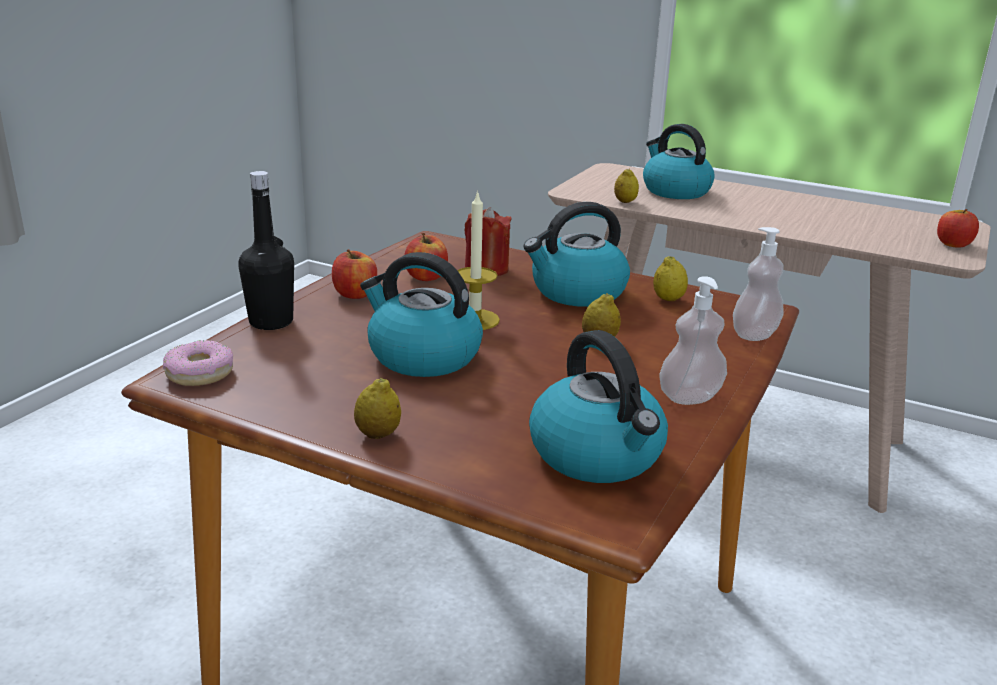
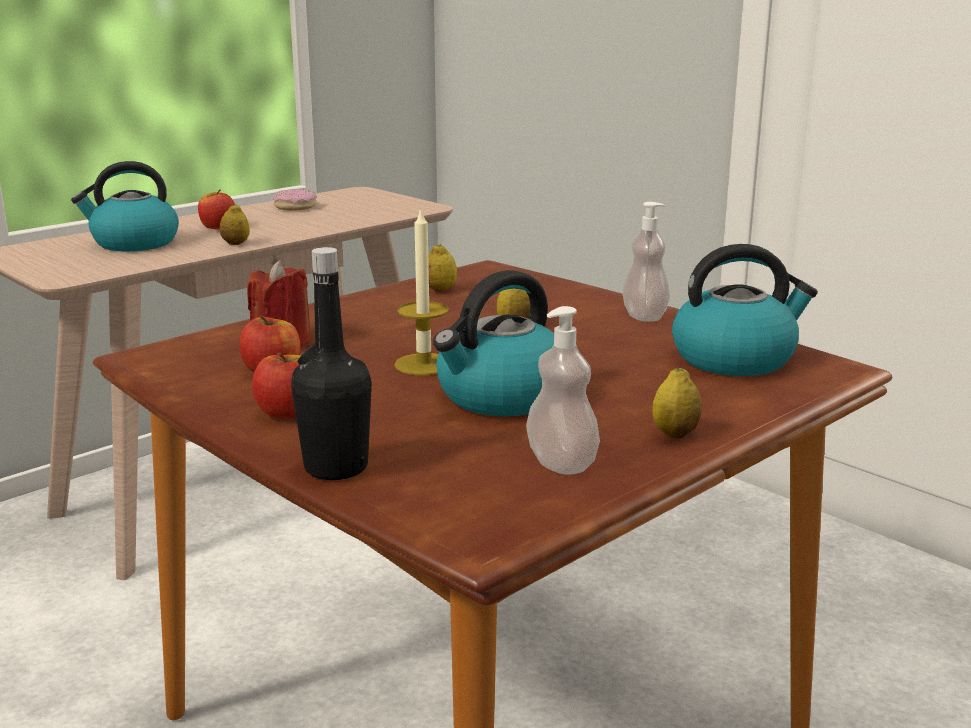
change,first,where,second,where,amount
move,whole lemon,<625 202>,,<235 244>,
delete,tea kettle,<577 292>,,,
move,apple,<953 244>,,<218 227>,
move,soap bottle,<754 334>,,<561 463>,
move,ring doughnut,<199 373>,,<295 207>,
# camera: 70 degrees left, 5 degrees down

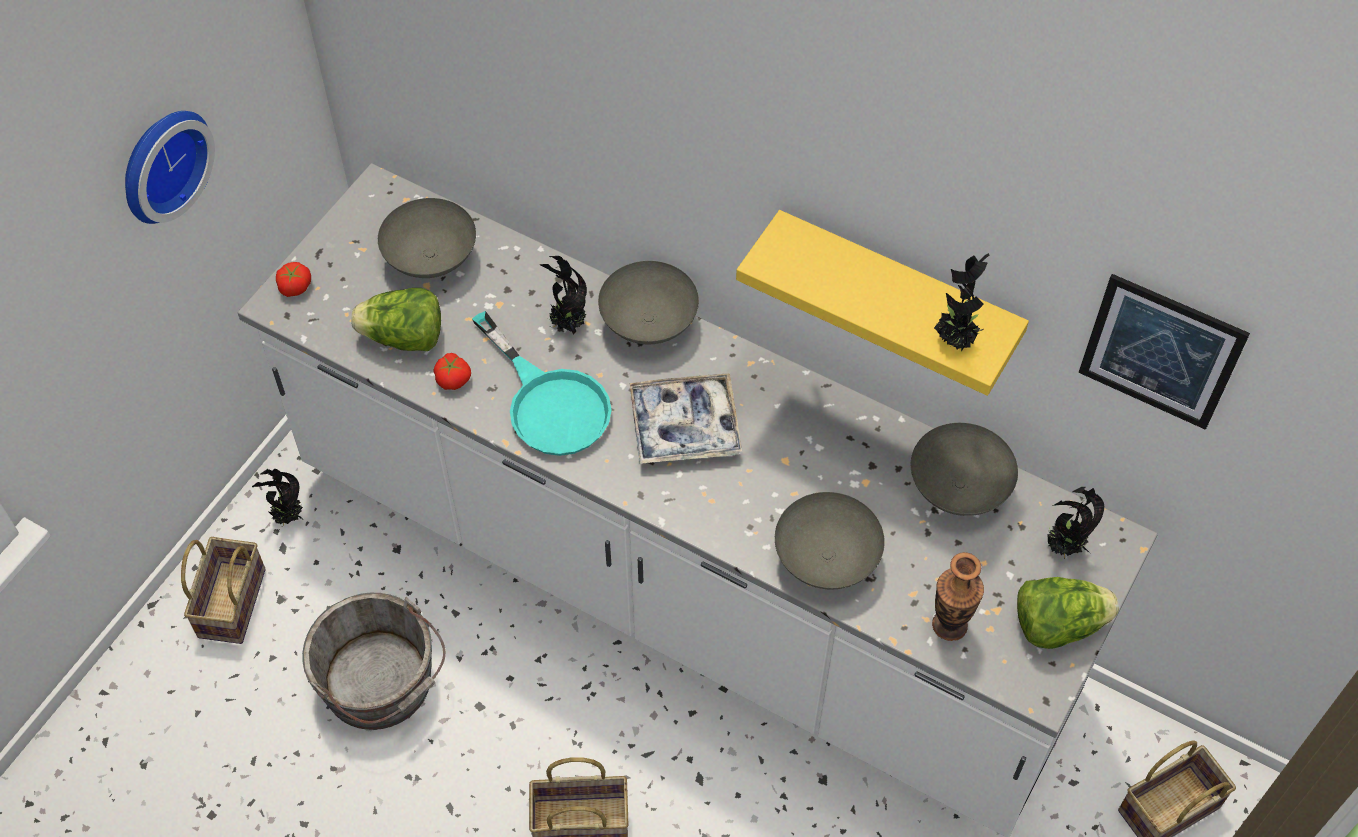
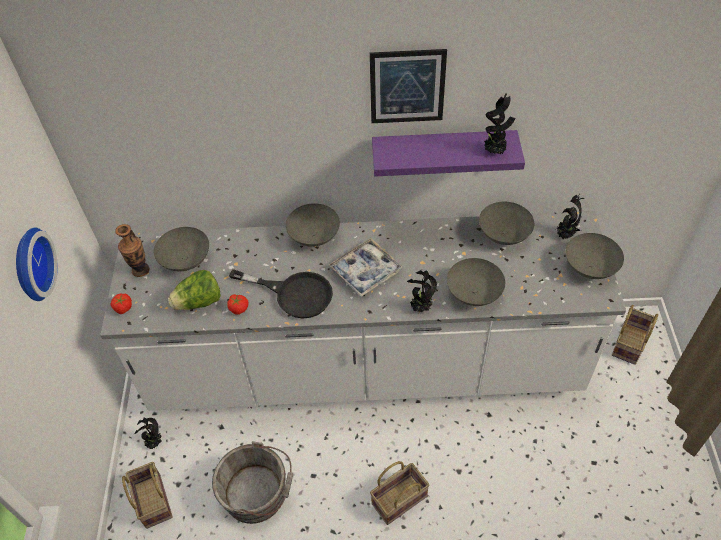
change,first,where,second,where,amount
recolor,yellowish bracket shelf,<896 294>,purple bracket shelf,<443 152>,
move,houseplant,<566 324>,,<420 308>,
move,picture,<1160 352>,,<407 87>,
recolor,turquoise frying pan,<549 402>,black-coloured frying pan,<294 294>,
move,decorative vase,<949 625>,,<140 270>,
replace,lettuce head,<1058 625>,gray deep dish,<589 267>,
# camera: 30 degrees left, 5 degrees down

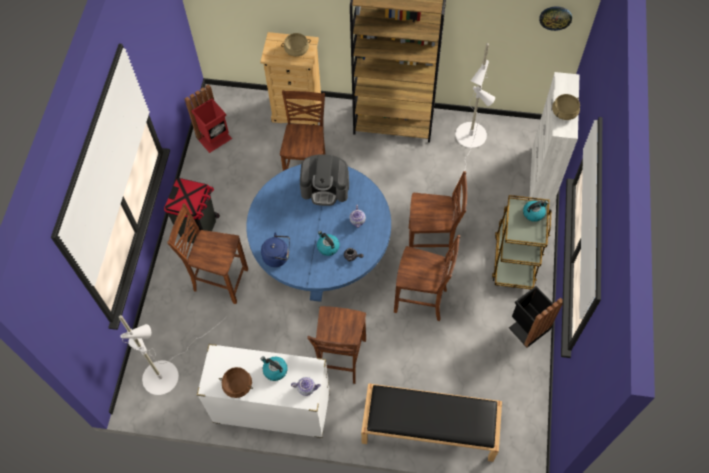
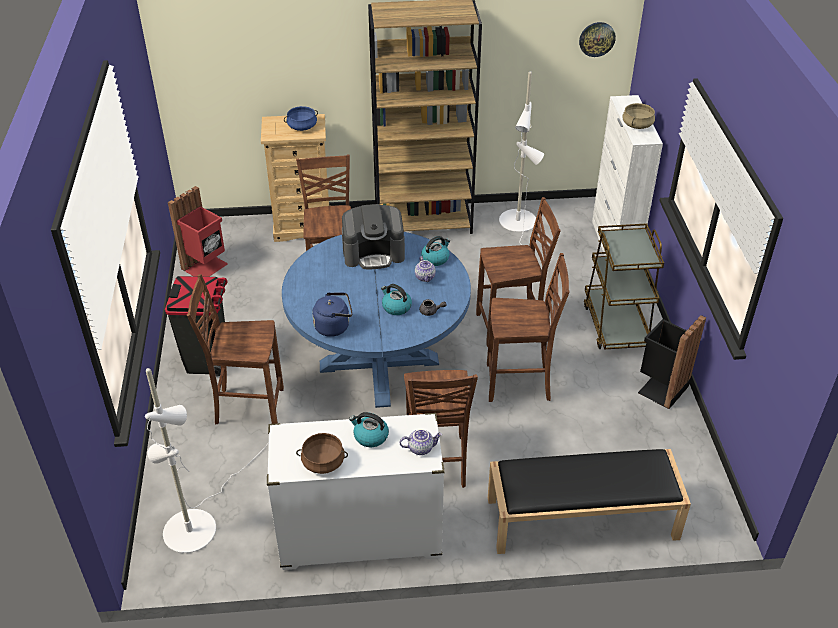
change,first,where,second,where,amount
recolor,beige cooking pot,<296 50>,blue cooking pot,<302 126>,
move,tea kettle,<533 213>,,<435 258>,
# camera: 15 degrees left, 20 degrees down

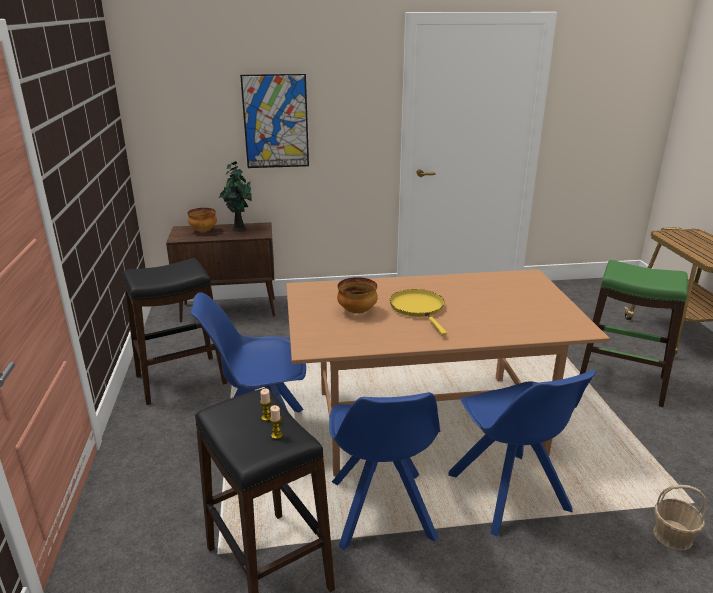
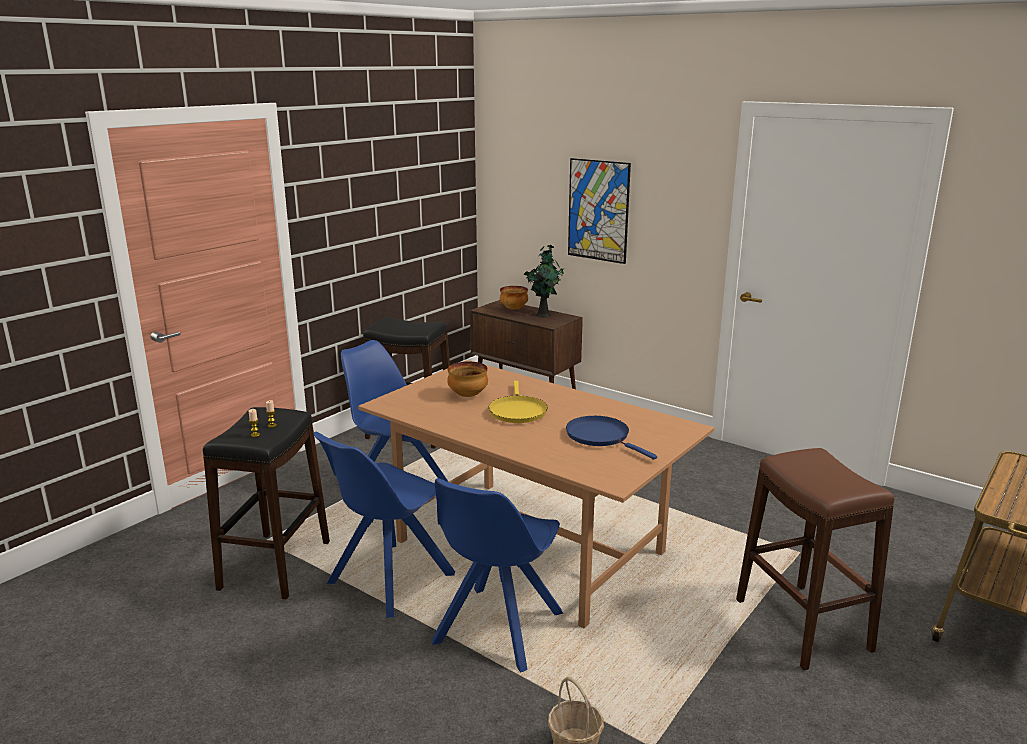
change,first,where,second,where,amount
recolor,green sitting stool,<622 382>,brown sitting stool,<803 625>,
rotate,yellowish frying pan,<418 308>,,<517 411>,150 degrees clockwise
insert,,,blue frying pan,<601 437>,
# camera: 45 degrees right, 5 degrees down

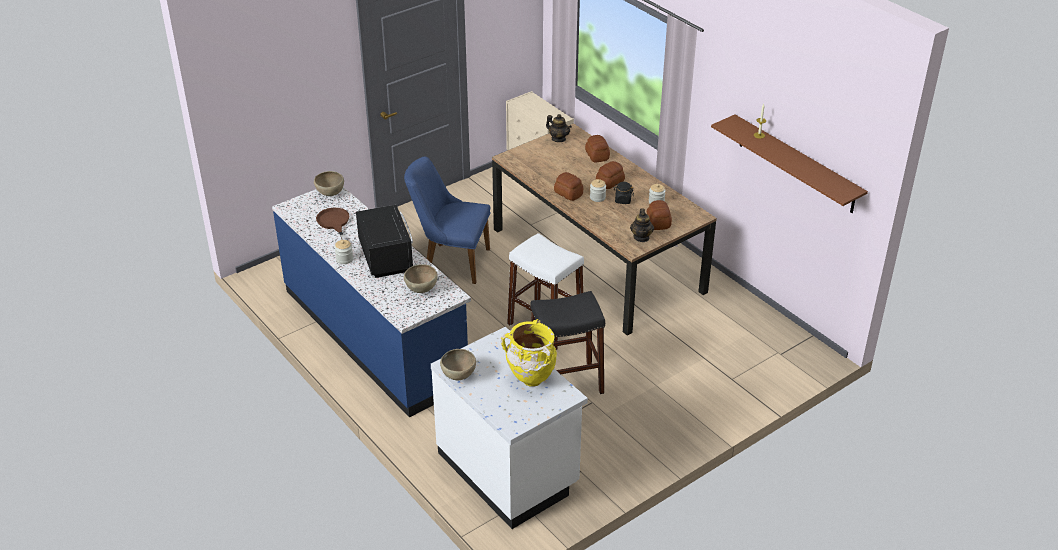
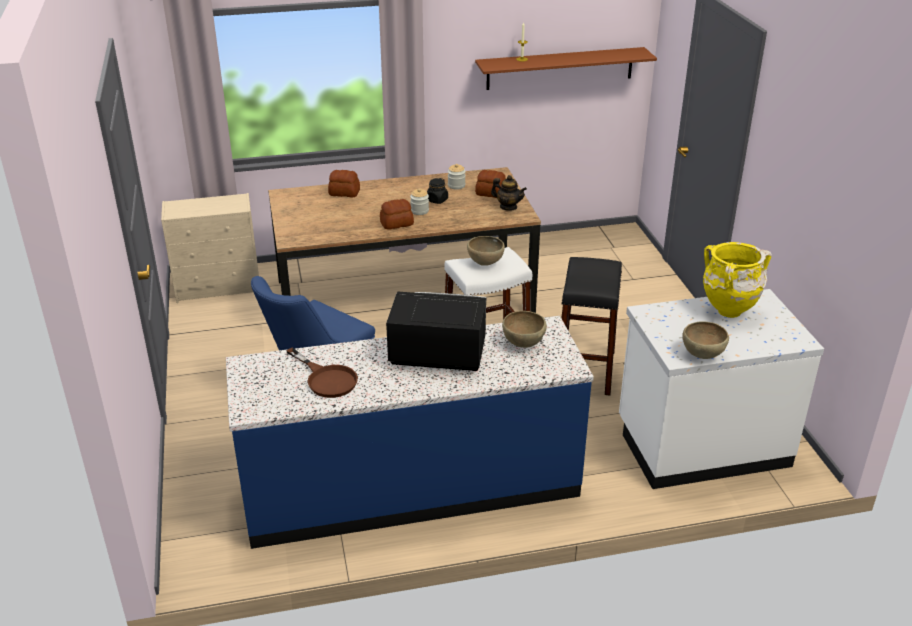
change,first,where,second,where,amount
delete,pot for tea,<558 139>,,,
delete,baked bread,<609 182>,,,
move,brown deep dish,<330 194>,,<485 264>,
rotate,brown frying pan,<334 224>,,<327 379>,135 degrees counterclockwise
delete,jar,<344 259>,,,
# camera: 65 degrees left, 5 degrees down

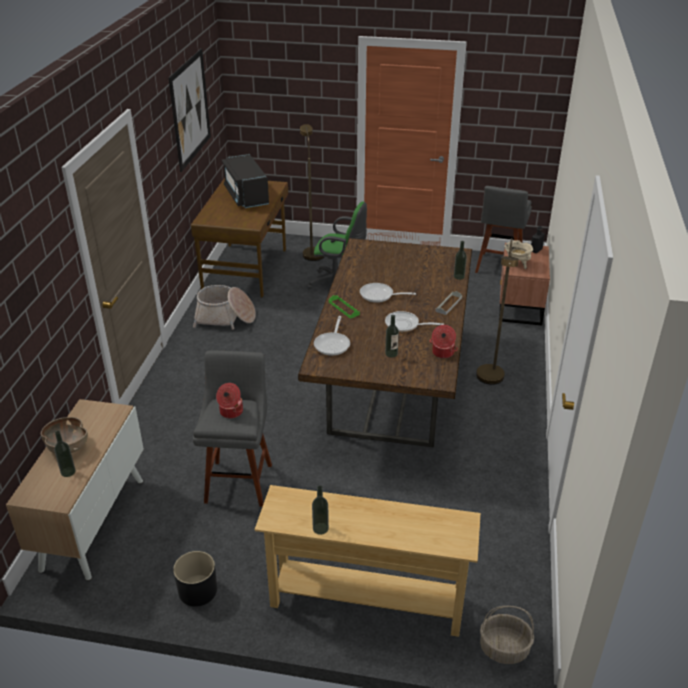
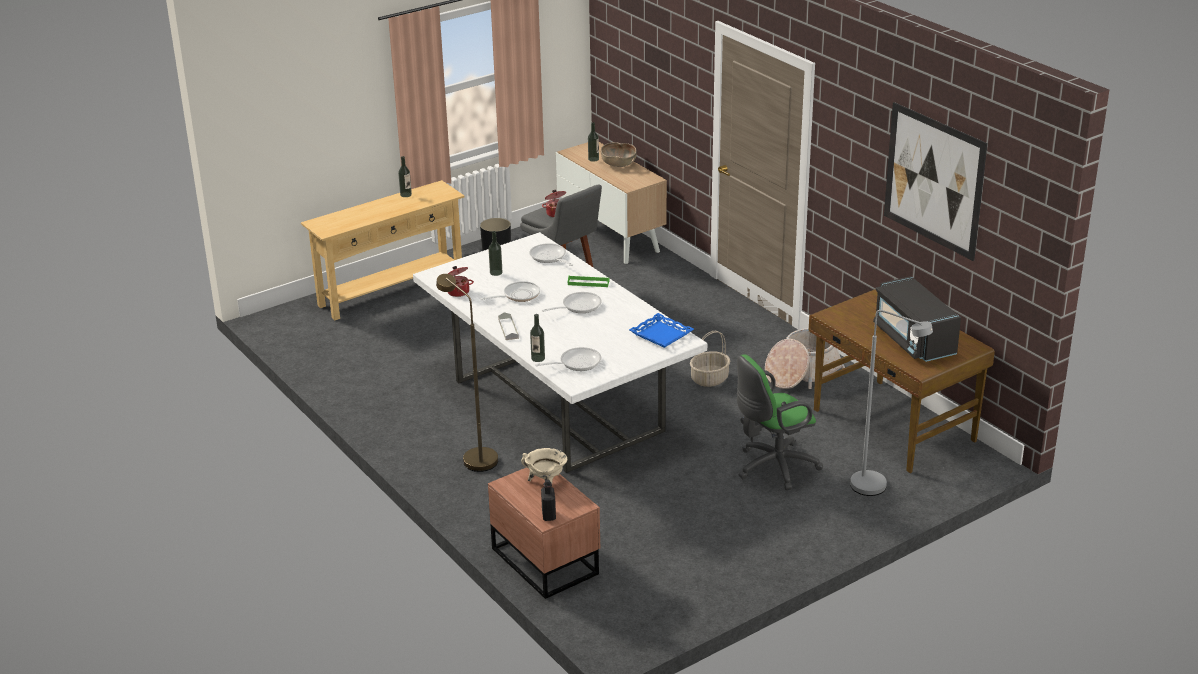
change,first,where,second,where,amount
recolor,brown floor lamp,<312 252>,gray floor lamp,<878 488>,
rotate,black-coloured microwave oven,<246 196>,,<913 340>,135 degrees counterclockwise
delete,gray sitting stool,<498 267>,,,
recolor,brown dinner table,<391 385>,white-coloured dinner table,<557 404>,
move,basket,<503 649>,,<709 379>,
insert,,,blue serving tray,<661 334>,
insert,,,frying pan,<576 363>,
# camera: 135 degrees right, 5 degrees down

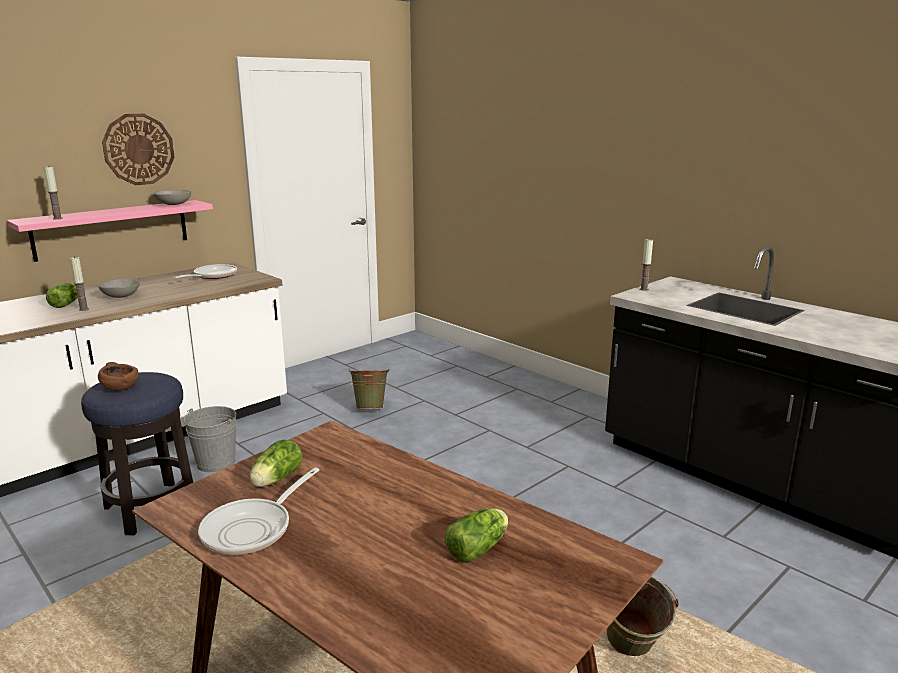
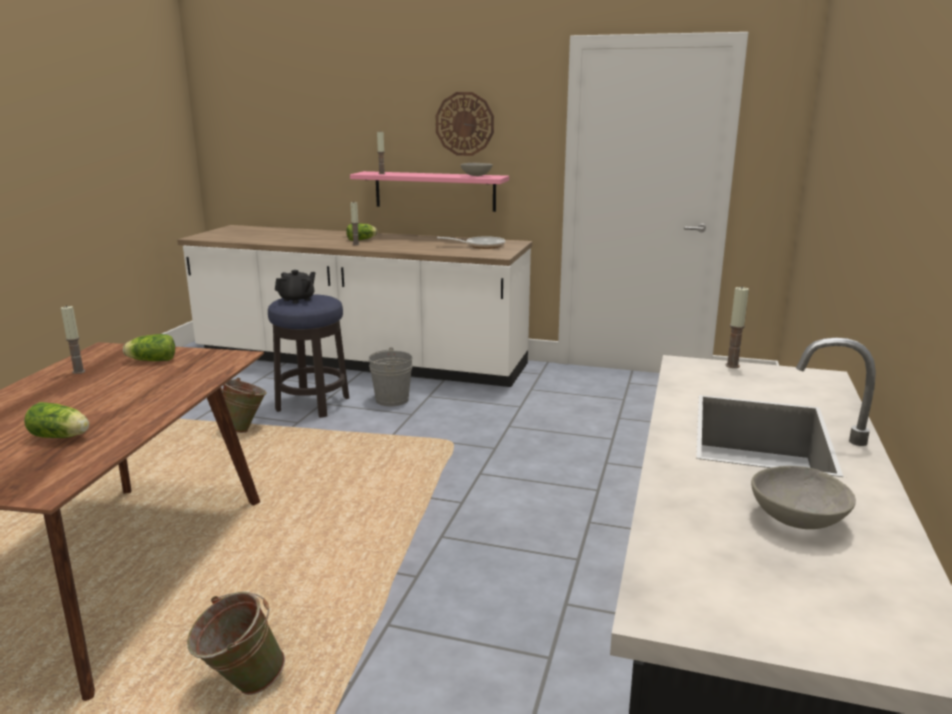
change,first,where,second,where,amount
move,gray deep dish,<120 296>,,<796 519>,
replace,brown deep dish,<121 387>,black-coloured pot for tea,<297 299>,
move,green water bucket,<370 408>,,<245 429>,
replace,frying pan,<253 529>,wax light,<78 371>,
# camera: 60 degrees right, 0 degrees up

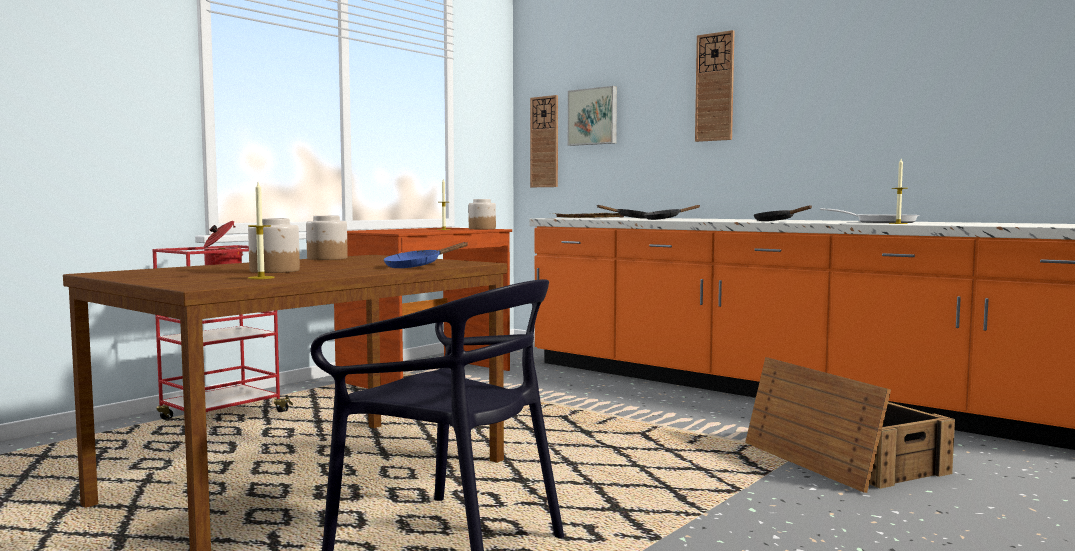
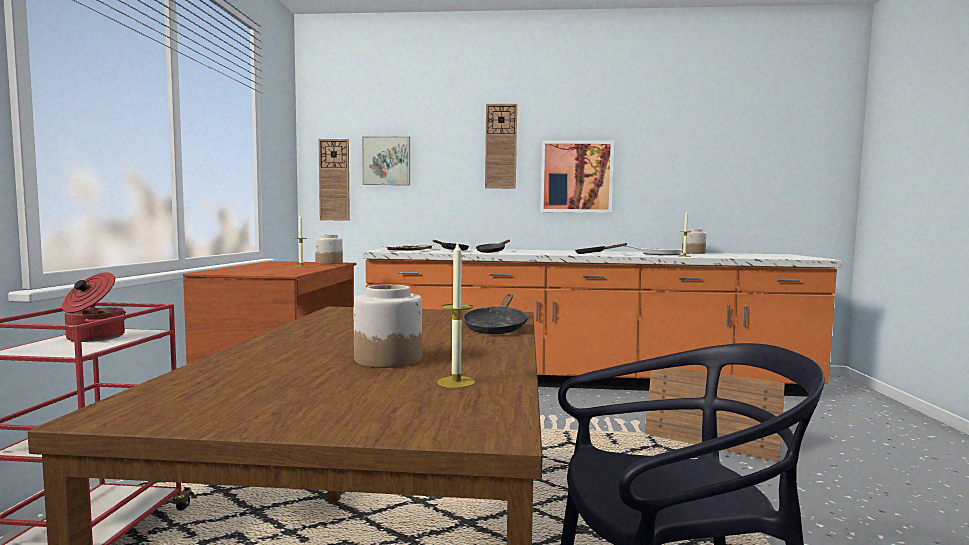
change,first,where,second,where,amount
move,jar,<326 258>,,<693 253>,
recolor,blue frying pan,<417 266>,black-coloured frying pan,<496 328>,
insert,,,picture,<576 177>,
# camera: 35 degrees left, 0 degrees up

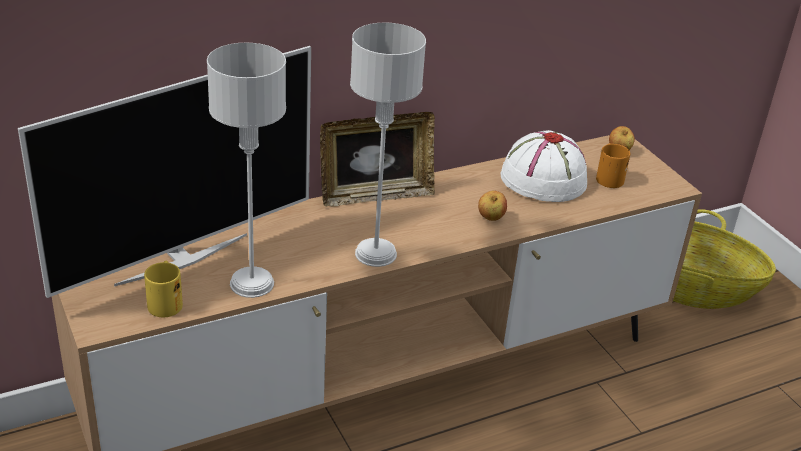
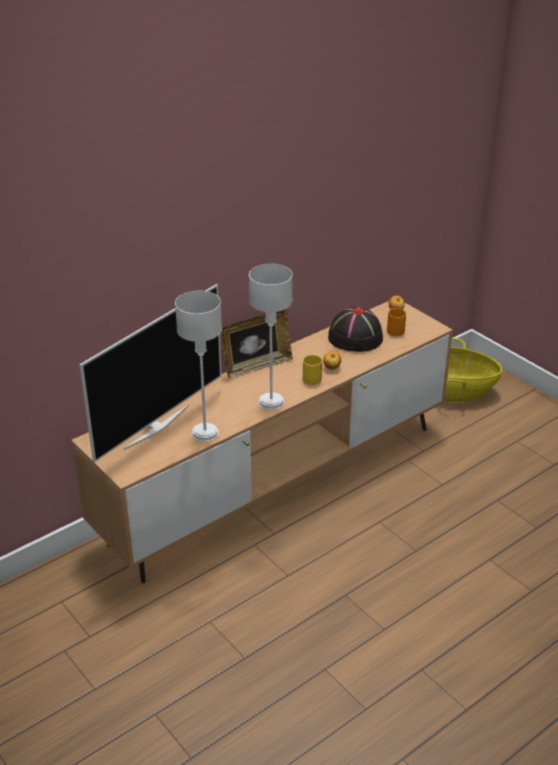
change,first,where,second,where,amount
recolor,white-coloured clothing hat,<542 179>,black-coloured clothing hat,<355 338>,
move,yellowish tea mug,<165 301>,,<310 377>,
# camera: 10 degrees left, 0 degrees up

